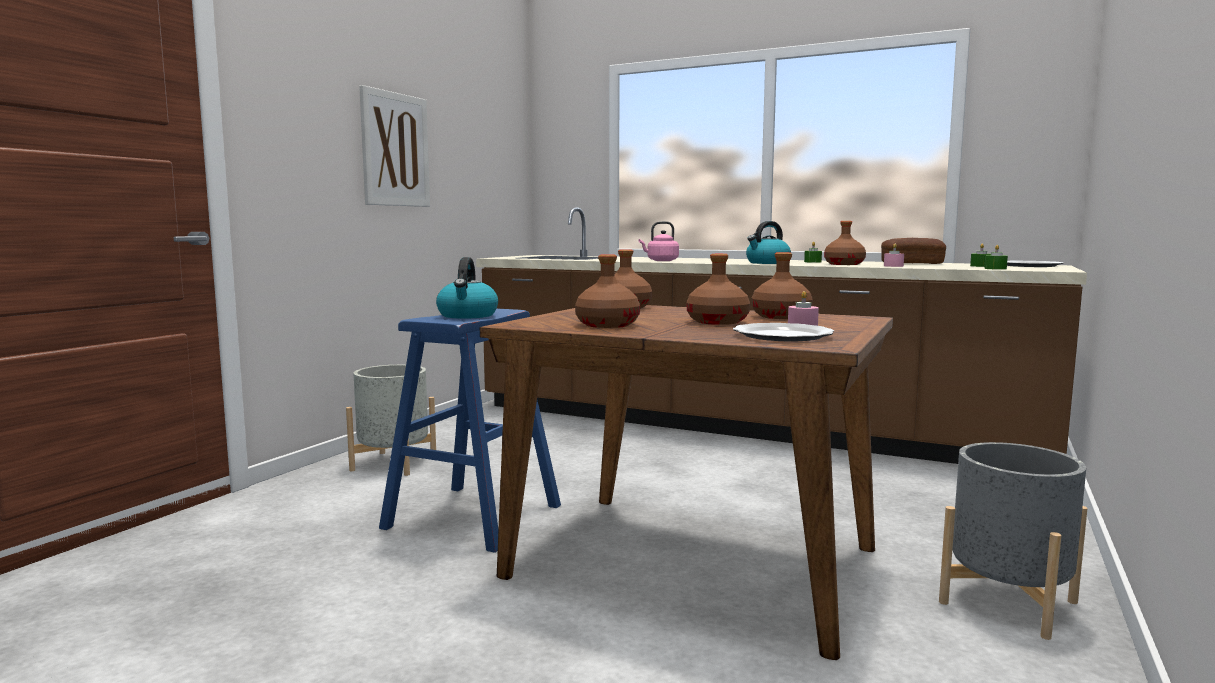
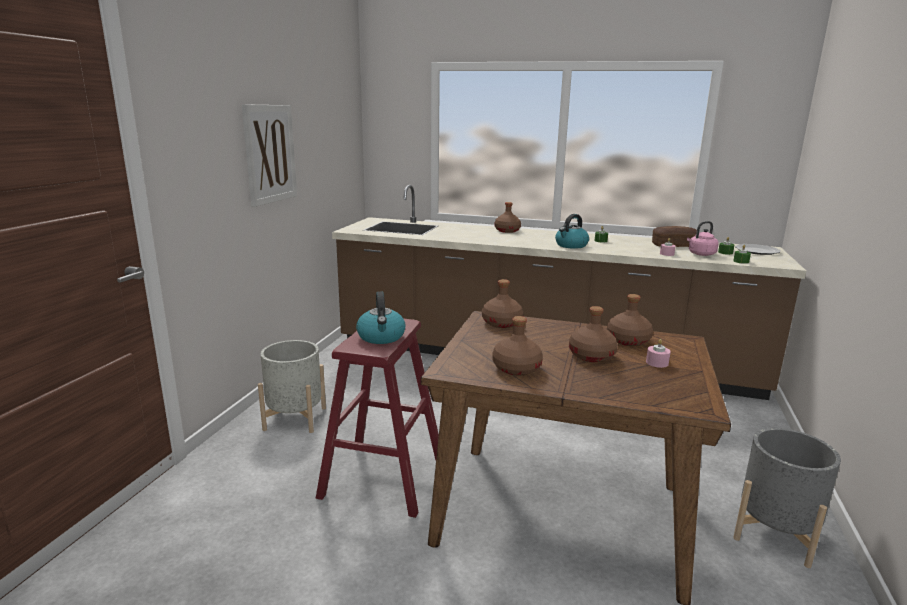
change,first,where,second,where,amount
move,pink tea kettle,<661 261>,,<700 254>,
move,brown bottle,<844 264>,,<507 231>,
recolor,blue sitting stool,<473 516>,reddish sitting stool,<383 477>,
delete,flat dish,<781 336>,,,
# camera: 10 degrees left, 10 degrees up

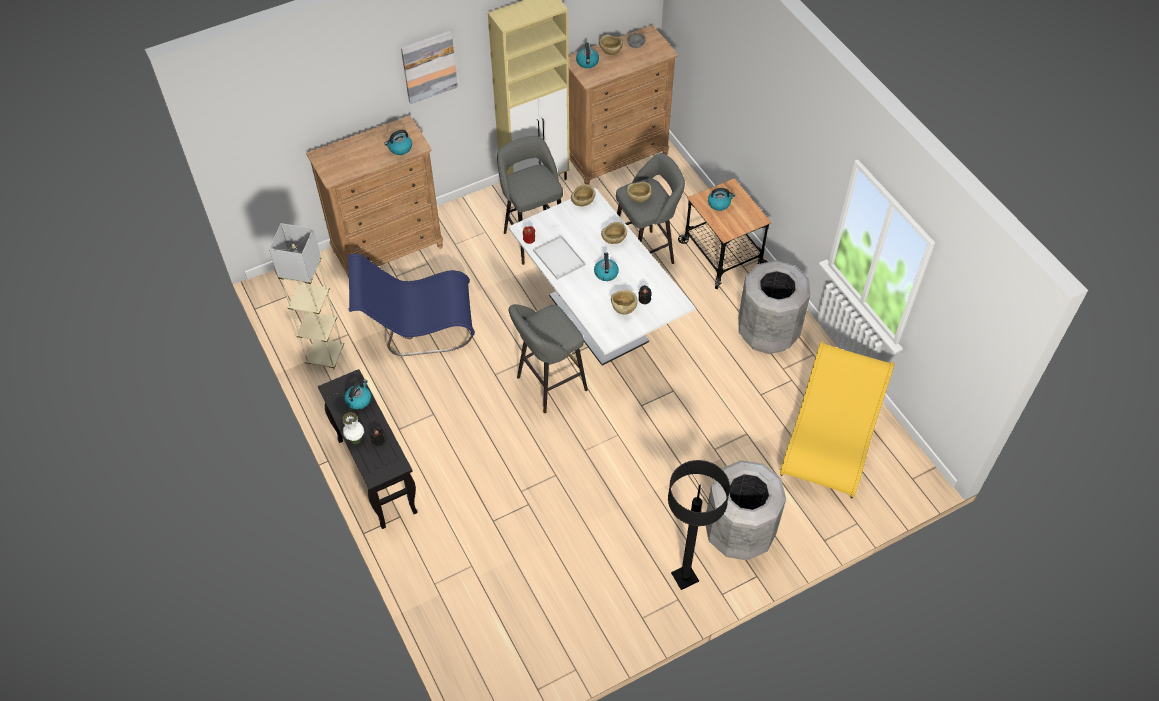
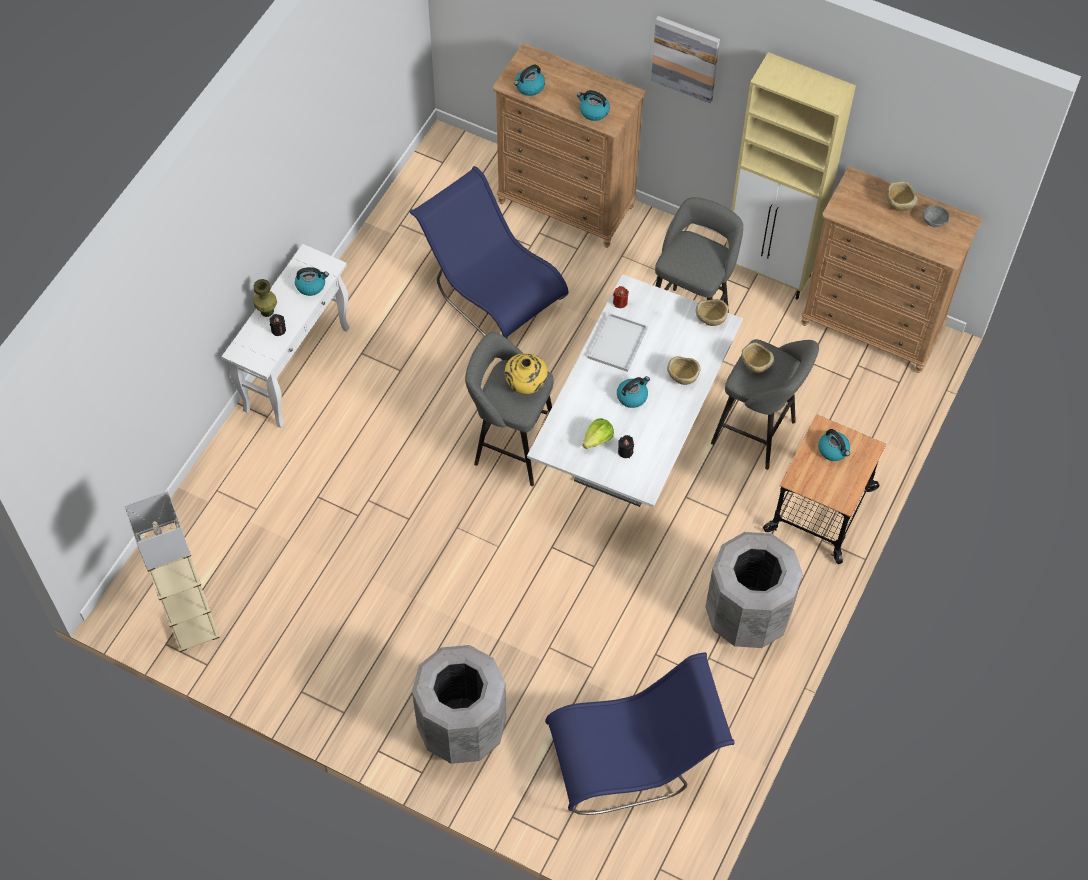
change,first,where,second,where,amount
move,tea kettle,<587 62>,,<529 87>,
move,beige floor lamp,<325 356>,,<194 630>,
replace,beige deep dish,<623 308>,lettuce head,<598 439>,
recolor,yellowish plain chair,<827 449>,blue plain chair,<633 759>,
recolor,black-coloured console table,<376 475>,white-coloured console table,<297 368>,
recolor,white-coloured decorative vase,<355 438>,green decorative vase,<267 311>,
delete,black-coloured floor lamp,<685 577>,,,
insert,,,yellowish decorative vase,<526 385>,
# camera: 55 degrees right, 5 degrees up

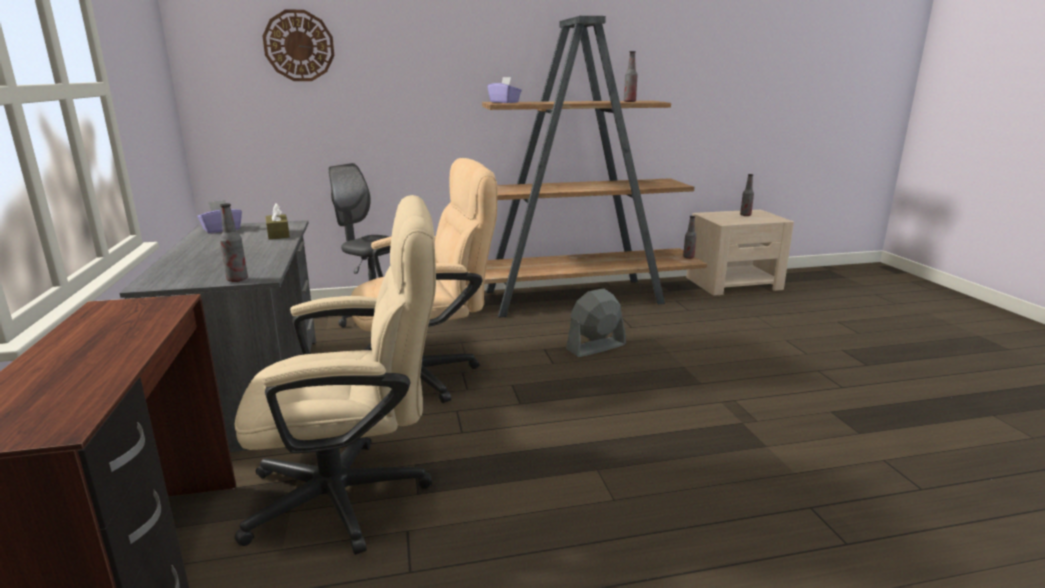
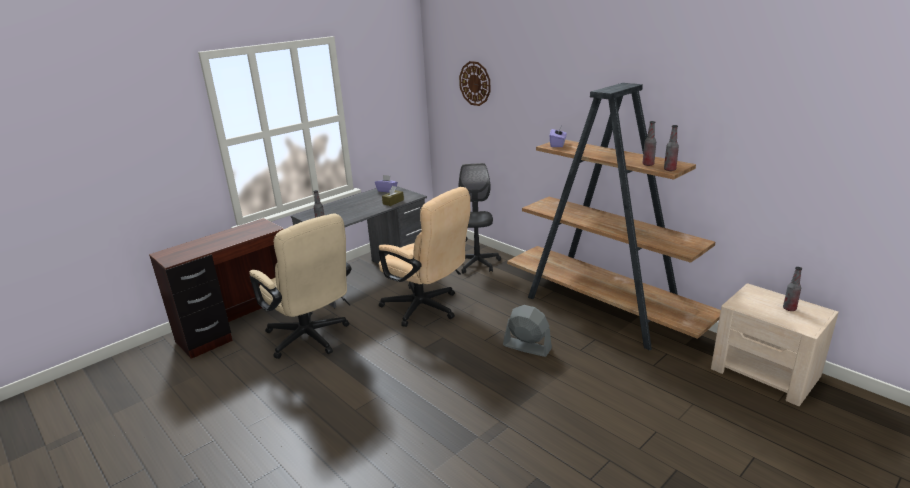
change,first,where,second,where,amount
move,bottle,<688 257>,,<669 170>,
# camera: 60 degrees right, 5 degrees up

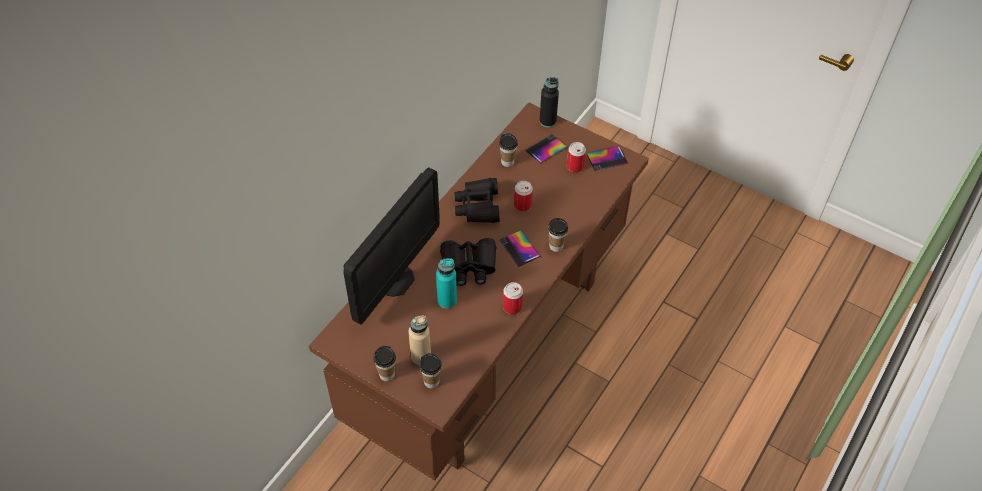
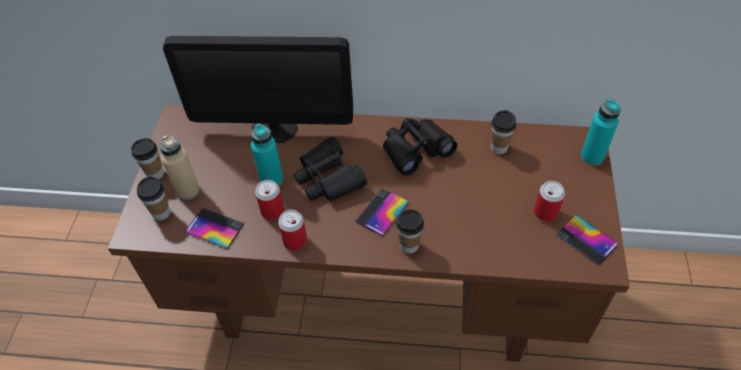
change,first,where,second,where,amount
recolor,black-coloured bottle,<547 121>,turquoise bottle,<592 157>,
move,handset,<546 149>,,<214 228>,
move,sealed can,<522 205>,,<272 211>,
# camera: 65 degrees right, 0 degrees up

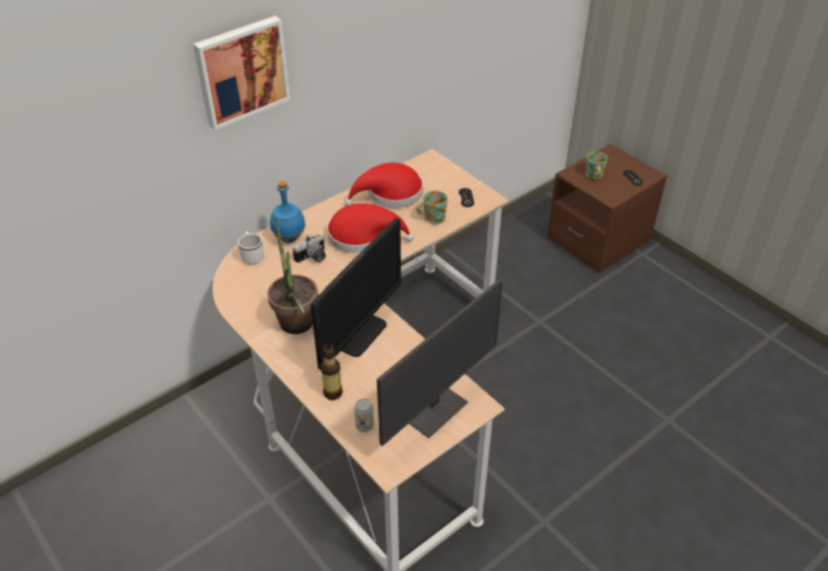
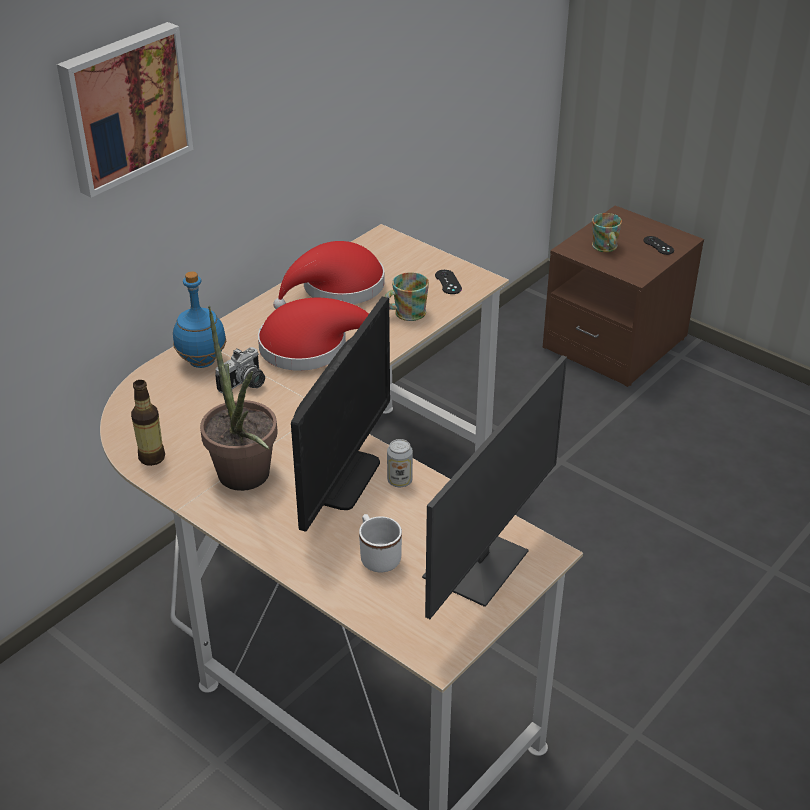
change,first,where,second,where,amount
move,white-coloured tea mug,<252 256>,,<377 556>,
move,bottle,<333 393>,,<152 457>,
move,sealed can,<364 426>,,<399 481>,
# camera: 10 degrees left, 5 degrees down

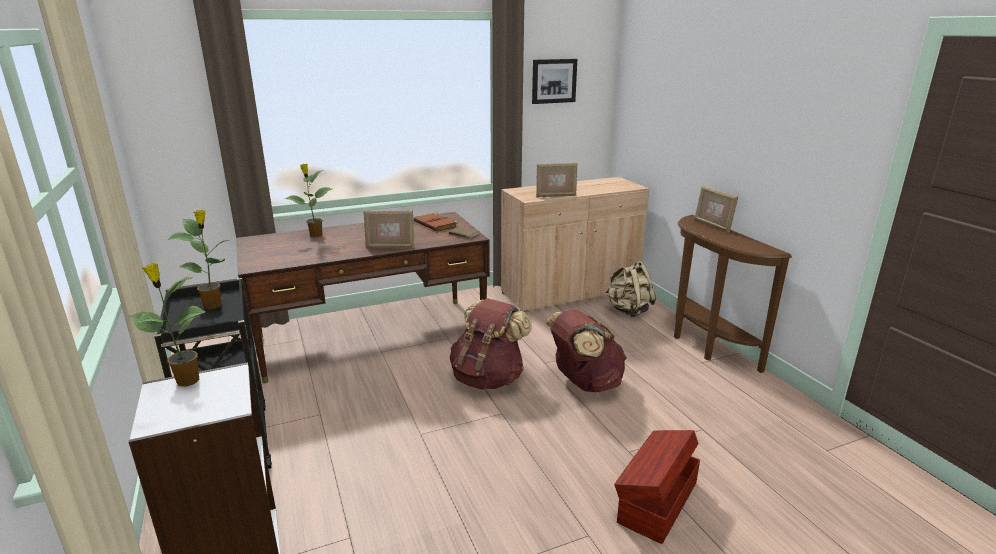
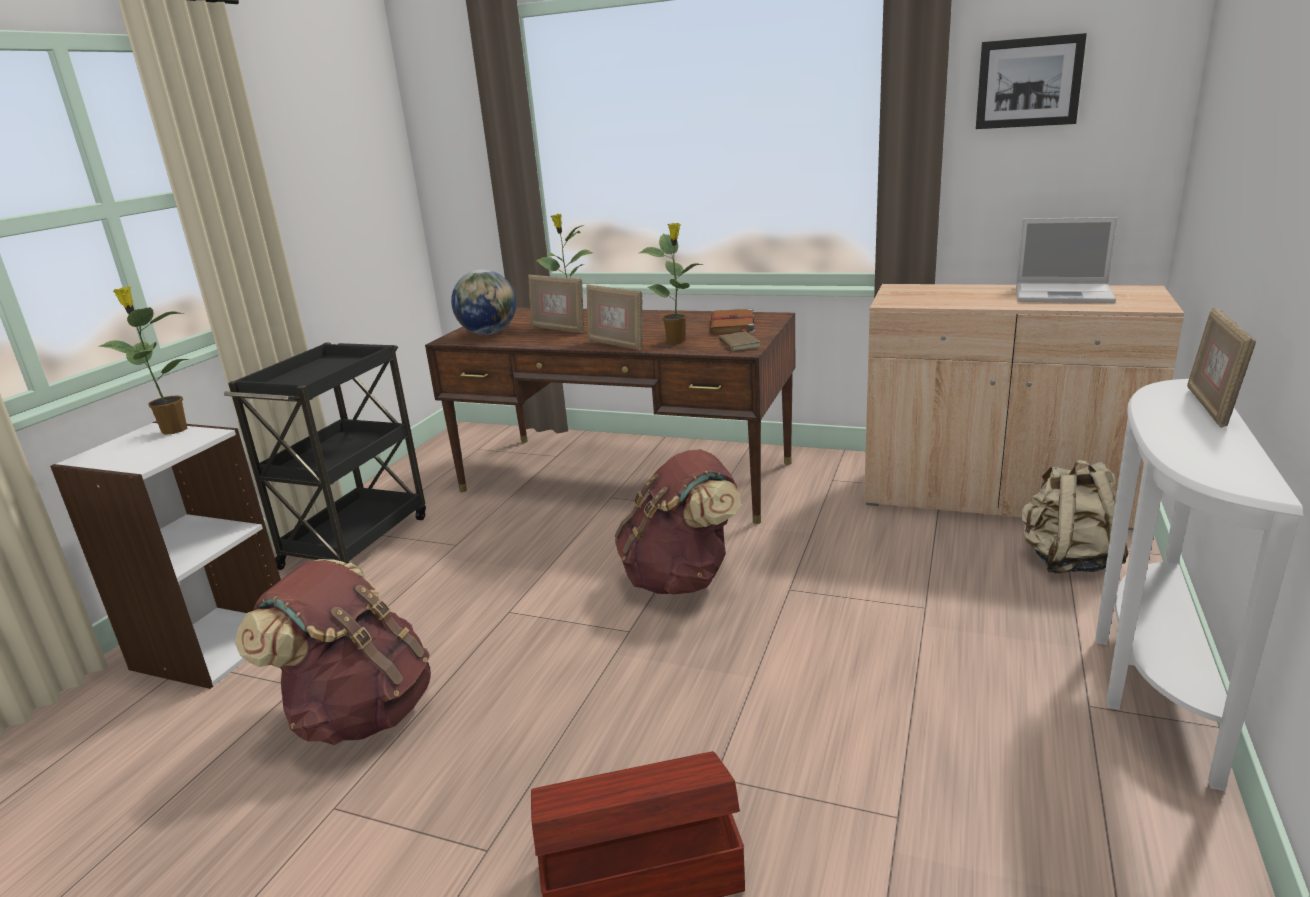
change,first,where,second,where,amount
move,standing frame,<555 196>,,<558 329>,
move,houseplant,<214 306>,,<677 341>,
recolor,brown console table,<705 345>,white-coloured console table,<1148 679>,
move,brown backpack,<584 383>,,<360 712>,
insert,,,notebook computer,<1065 294>,
insert,,,globe,<489 333>,
# camera: 45 degrees right, 0 degrees up

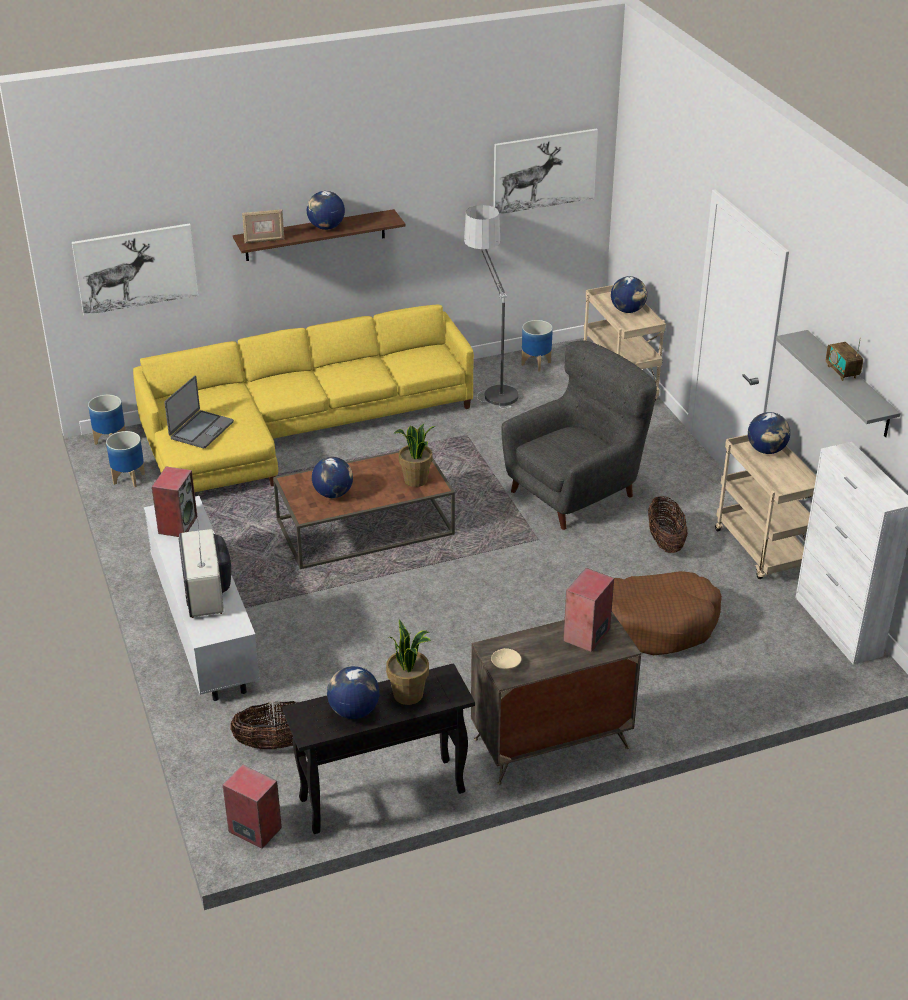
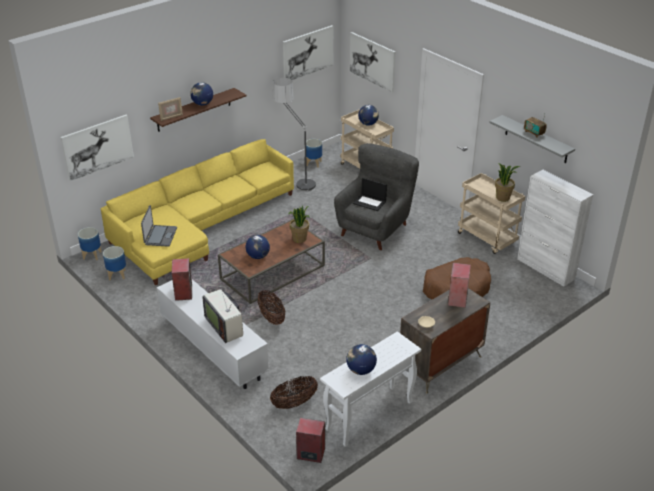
change,first,where,second,where,amount
delete,globe,<766 450>,,,
move,basket,<665 542>,,<271 318>,
move,houseplant,<409 694>,,<503 198>,
recolor,black-coloured console table,<381 796>,white-coloured console table,<369 416>,
insert,,,picture,<372 61>,
insert,,,notebook computer,<370 202>,
# camera: 20 degrees left, 0 degrees up

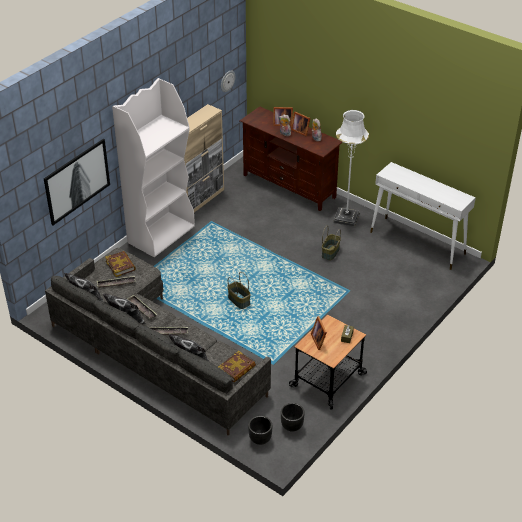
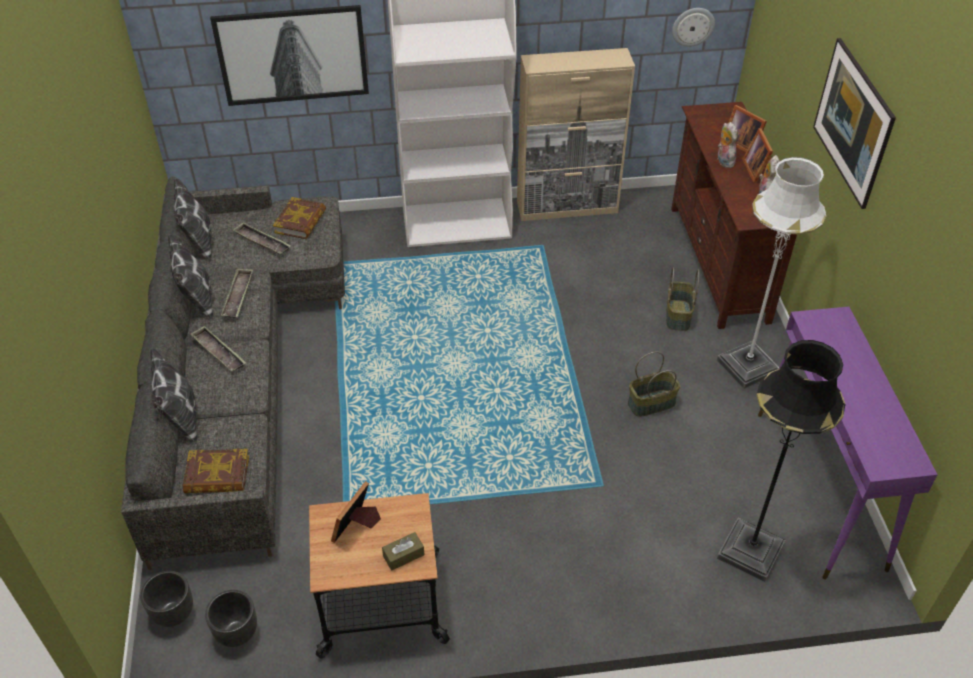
change,first,where,second,where,amount
recolor,white-coloured console table,<417 243>,purple console table,<819 489>,
move,basket,<239 301>,,<678 316>,
insert,,,picture,<846 144>,
insert,,,black-coloured floor lamp,<750 551>,
# camera: 45 degrees right, 5 degrees up

